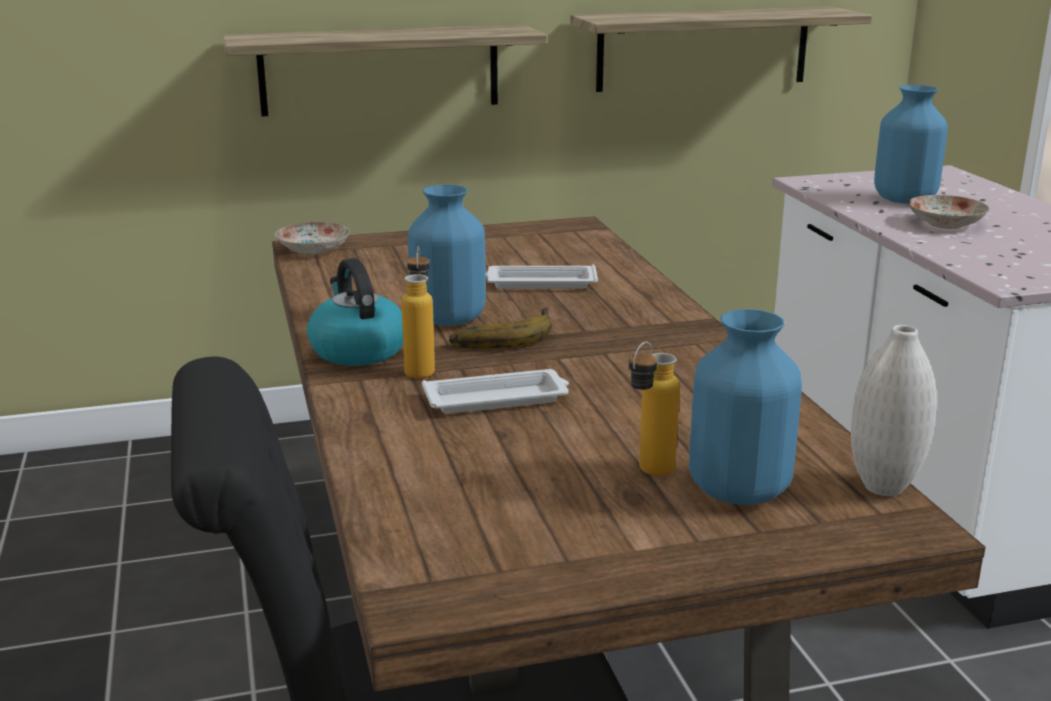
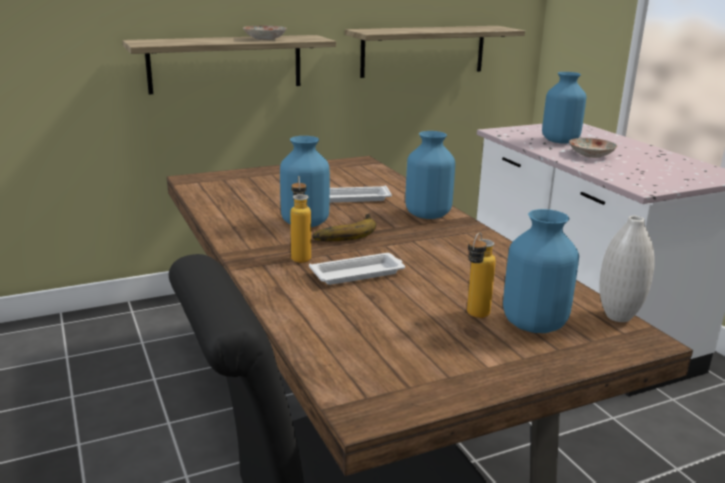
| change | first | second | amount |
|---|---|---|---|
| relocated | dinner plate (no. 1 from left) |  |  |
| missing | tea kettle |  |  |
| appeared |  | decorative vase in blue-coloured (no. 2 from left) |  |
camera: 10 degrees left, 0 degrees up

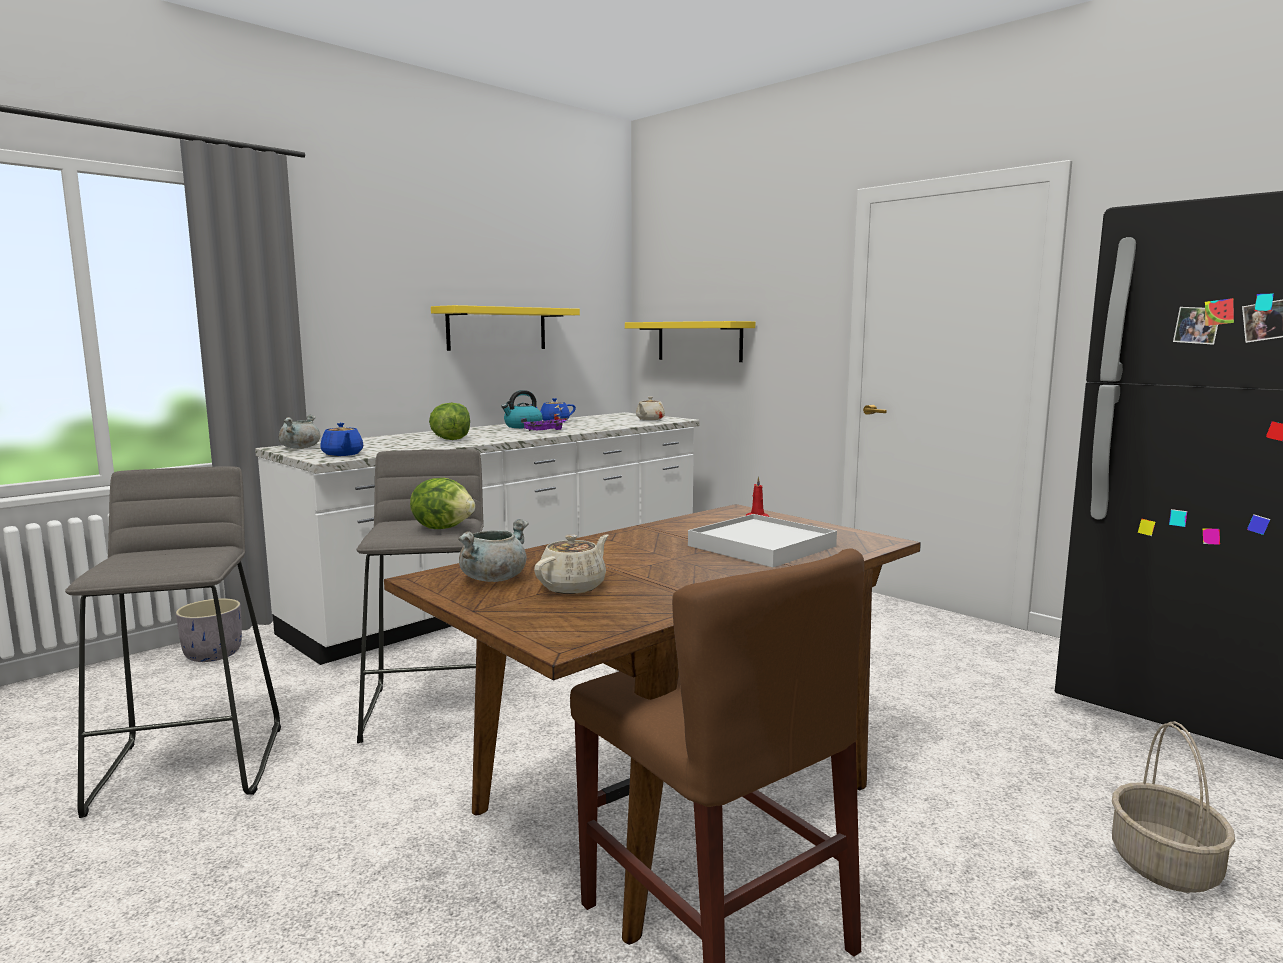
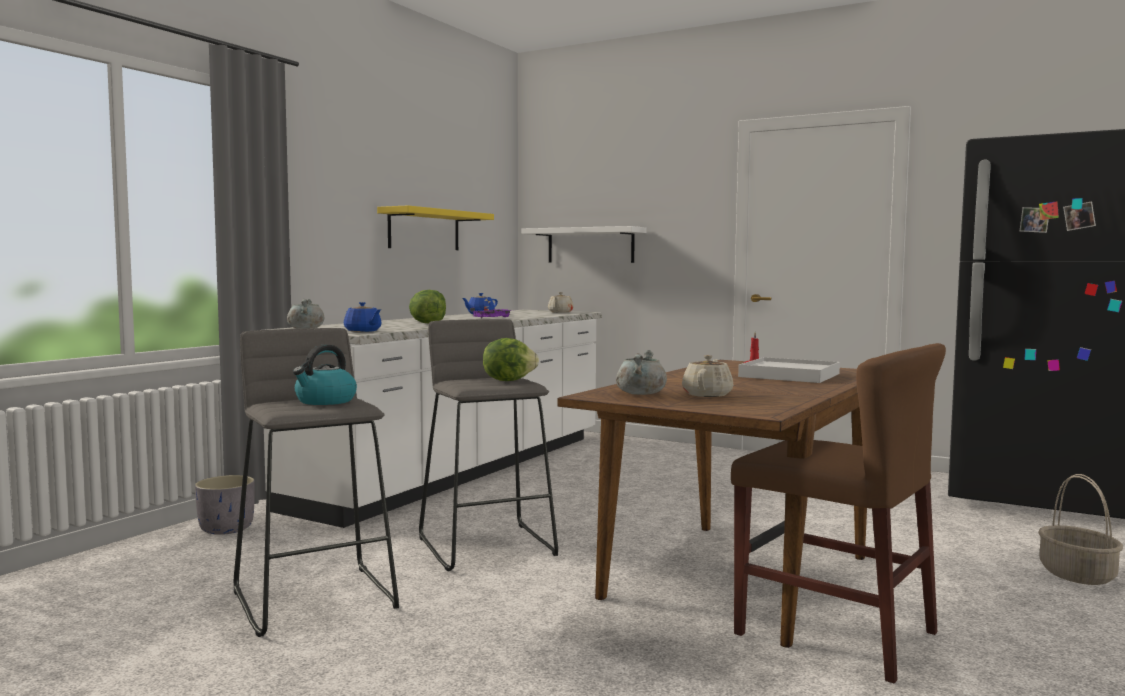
| change | first | second | amount |
|---|---|---|---|
| colour | bracket shelf in yellow (no. 2 from left) | bracket shelf in white |  |
| relocated | tea kettle |  |  |
camera: 15 degrees left, 5 degrees down

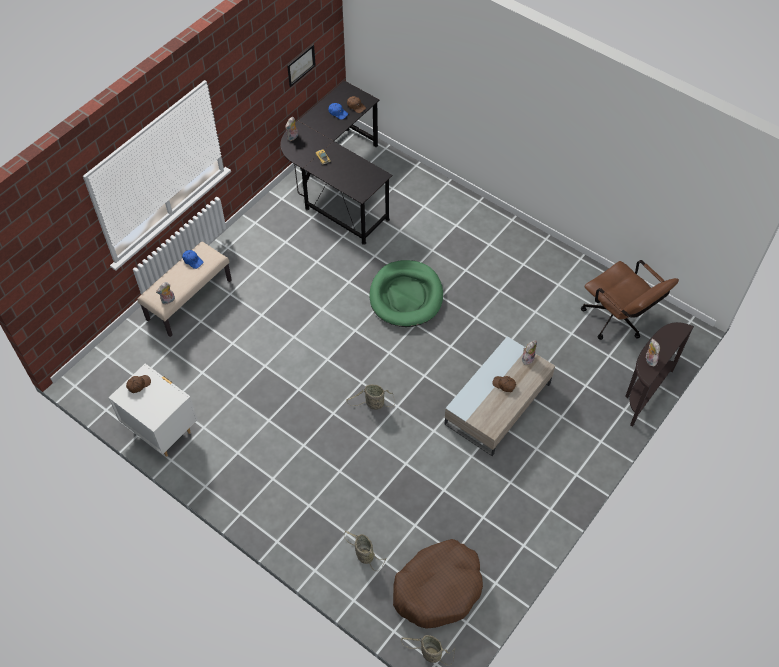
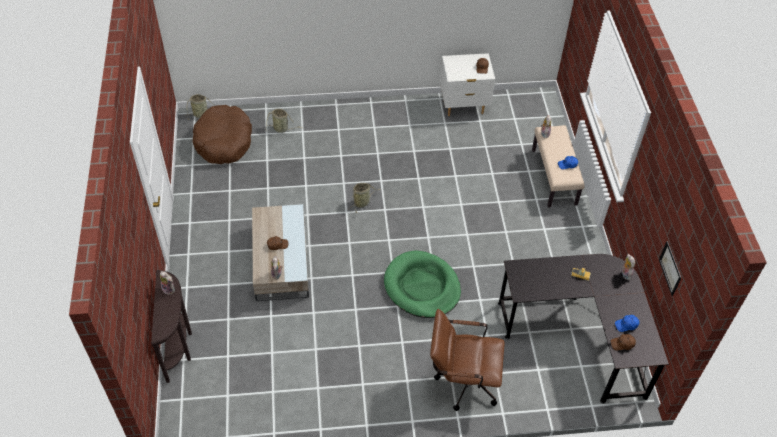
| change | first | second | amount |
|---|---|---|---|
| relocated | computer chair in brown-coloured |  |  |
camera: 135 degrees right, 5 degrees down

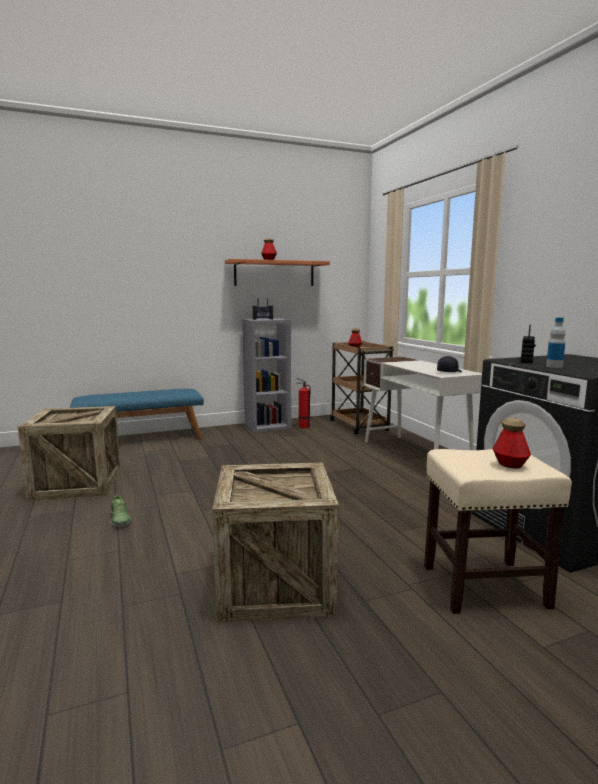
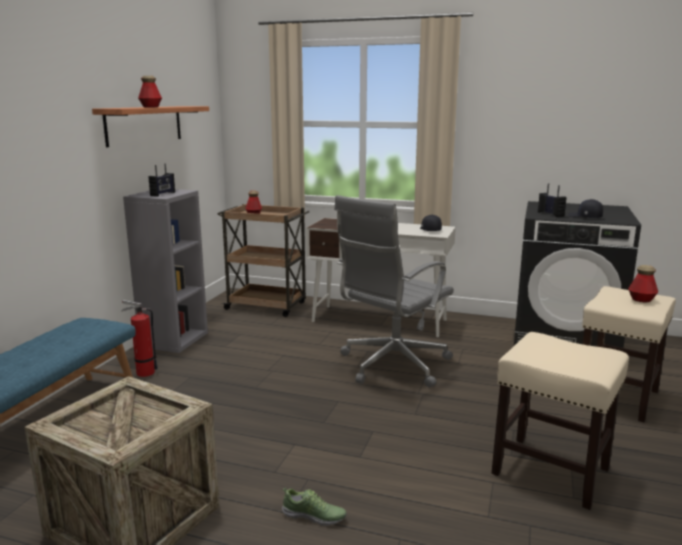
| change | first | second | amount |
|---|---|---|---|
| exchanged | drink bottle (no. 4 from left) | peaked cap in black-coloured (no. 2 from left) |  |
| relocated | fire-fighting cylinder |  |  |
| exchanged | packing crate (no. 2 from left) | stool in beige-coloured (no. 1 from left) |  |
| appeared |  | computer chair in greyish |  |
camera: 50 degrees left, 5 degrees up

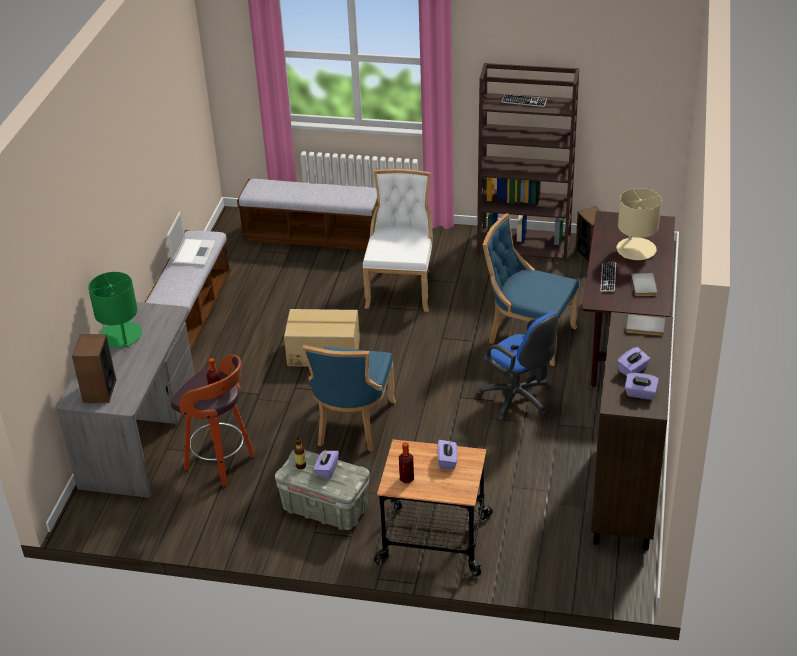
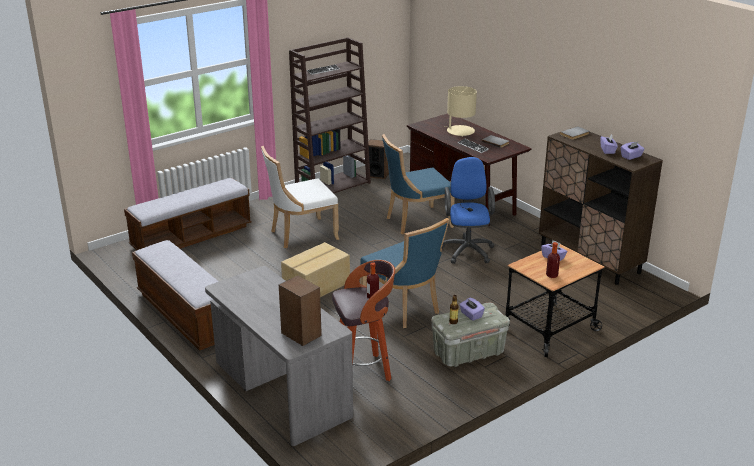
| change | first | second | amount |
|---|---|---|---|
| spun | plain chair in white |  | 75 degrees counterclockwise |
| missing | notebook computer |  |  |
| missing | table lamp in green |  |  |
| spun | computer chair in blue-coloured |  | 90 degrees counterclockwise |
camera: 50 degrees left, 10 degrees down

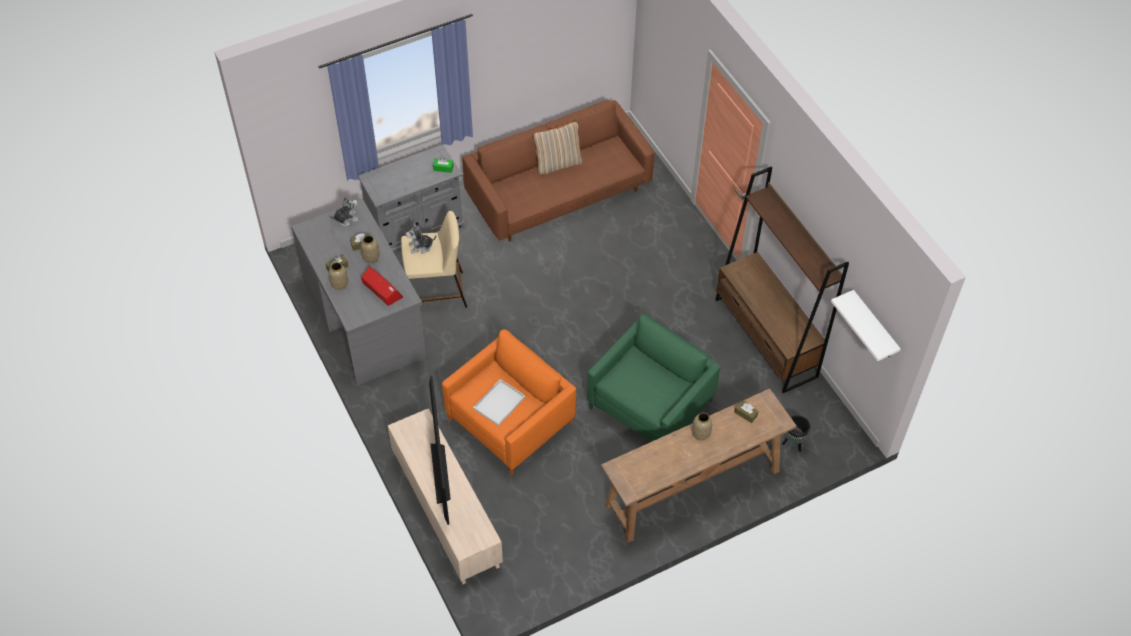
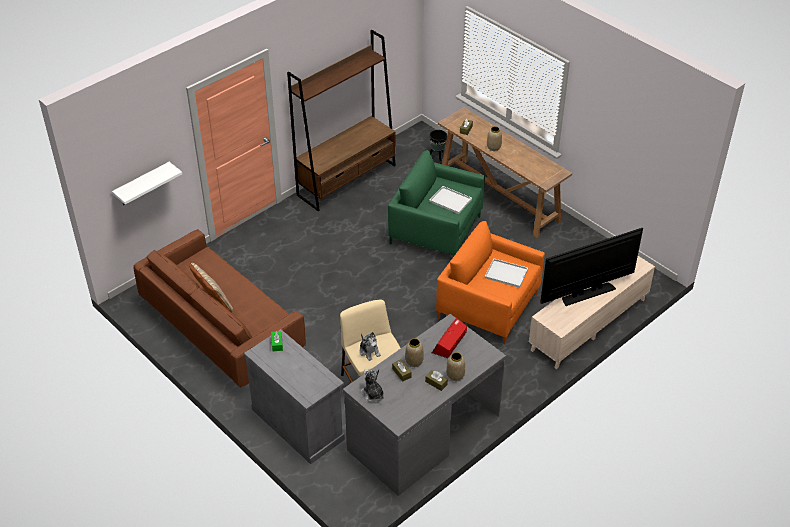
| change | first | second | amount |
|---|---|---|---|
| relocated | bracket shelf in white |  |  |
| appeared |  | carrying tray in white (no. 1 from left) |  |
camera: 105 degrees left, 10 degrees down

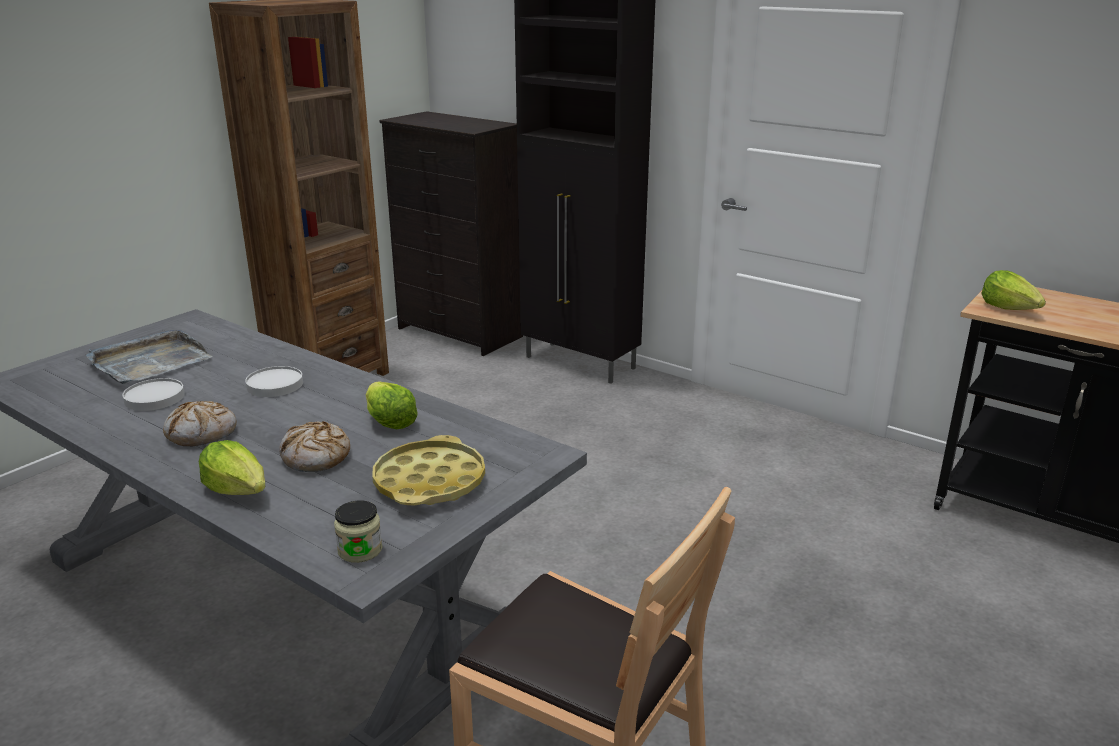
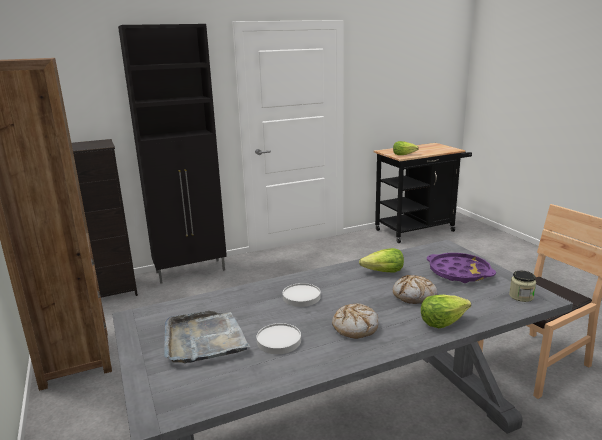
| change | first | second | amount |
|---|---|---|---|
| colour | carrying tray in yellow | carrying tray in purple |  |
camera: 60 degrees left, 5 degrees down

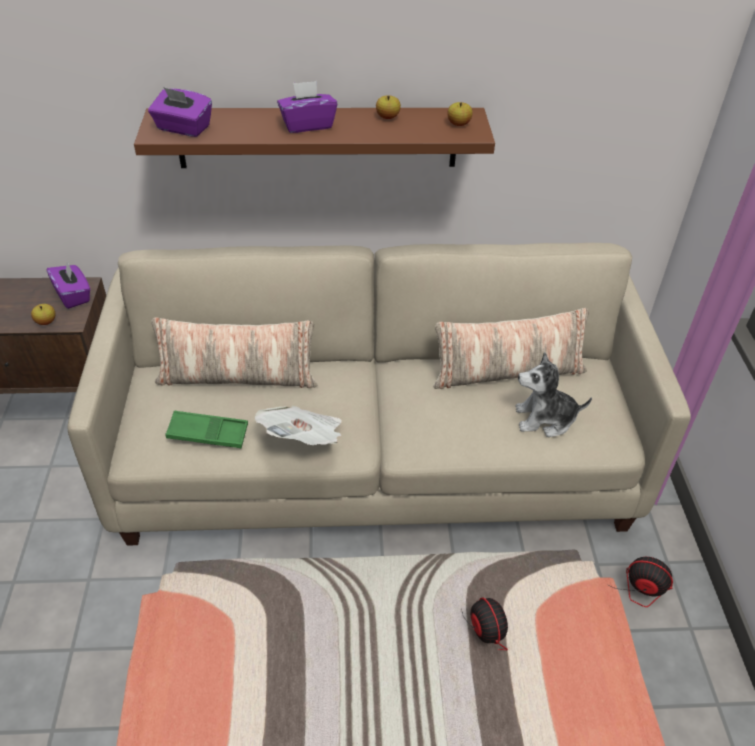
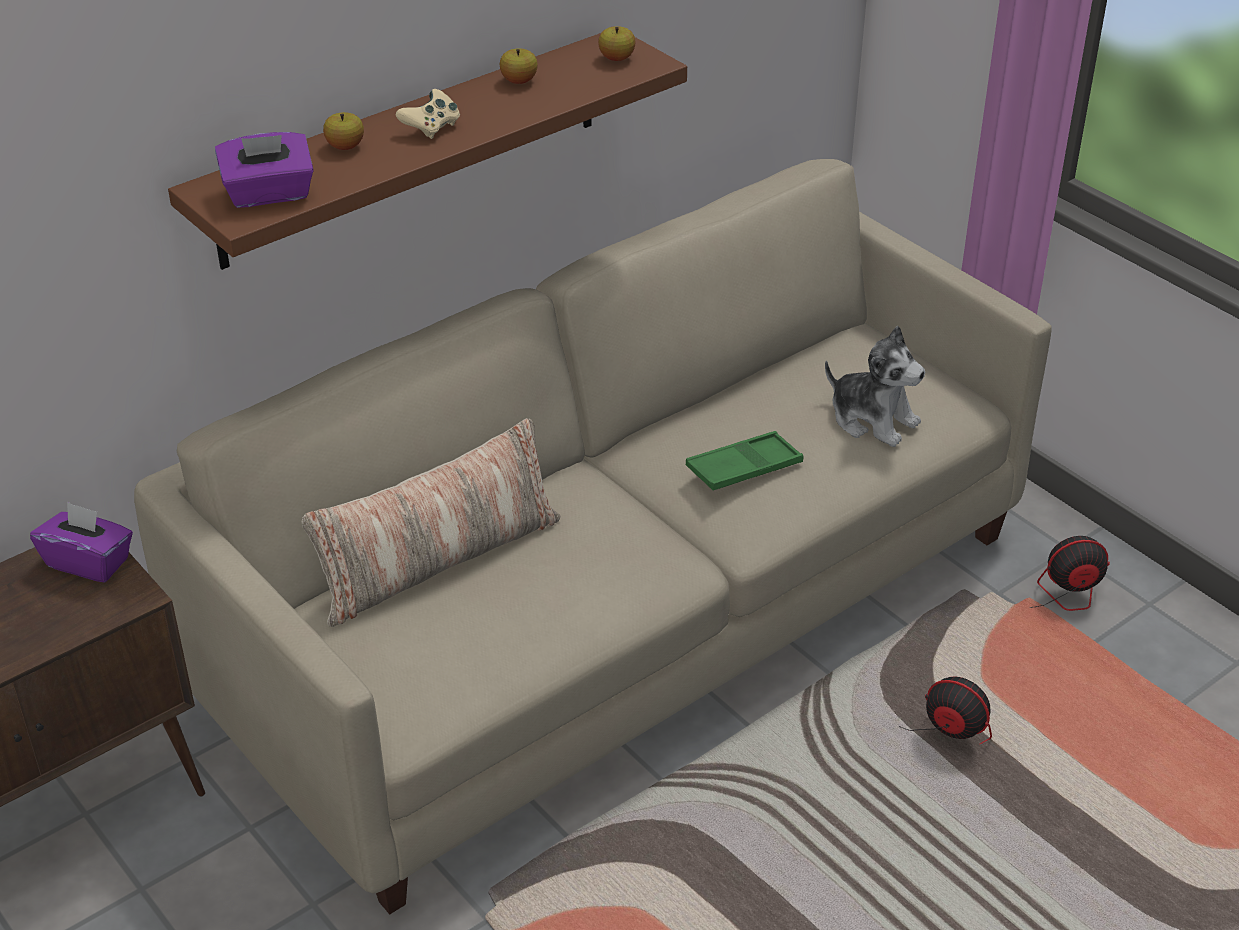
| change | first | second | amount |
|---|---|---|---|
| exchanged | tissue holder in purple (no. 3 from left) | gamepad in beige-coloured |  |
| relocated | apple (no. 1 from left) |  |  |
| missing | cushion (no. 2 from left) |  |  |
| spun | plush toy |  | 105 degrees counterclockwise |
| missing | newspaper |  |  |
| relocated | carrying tray in green |  |  |
camera: 35 degrees left, 5 degrees down

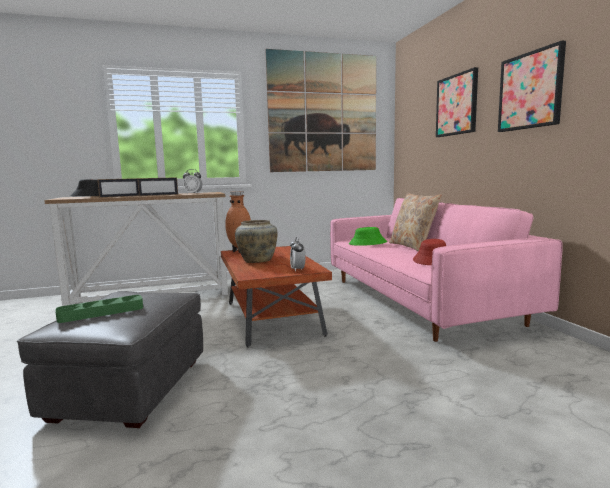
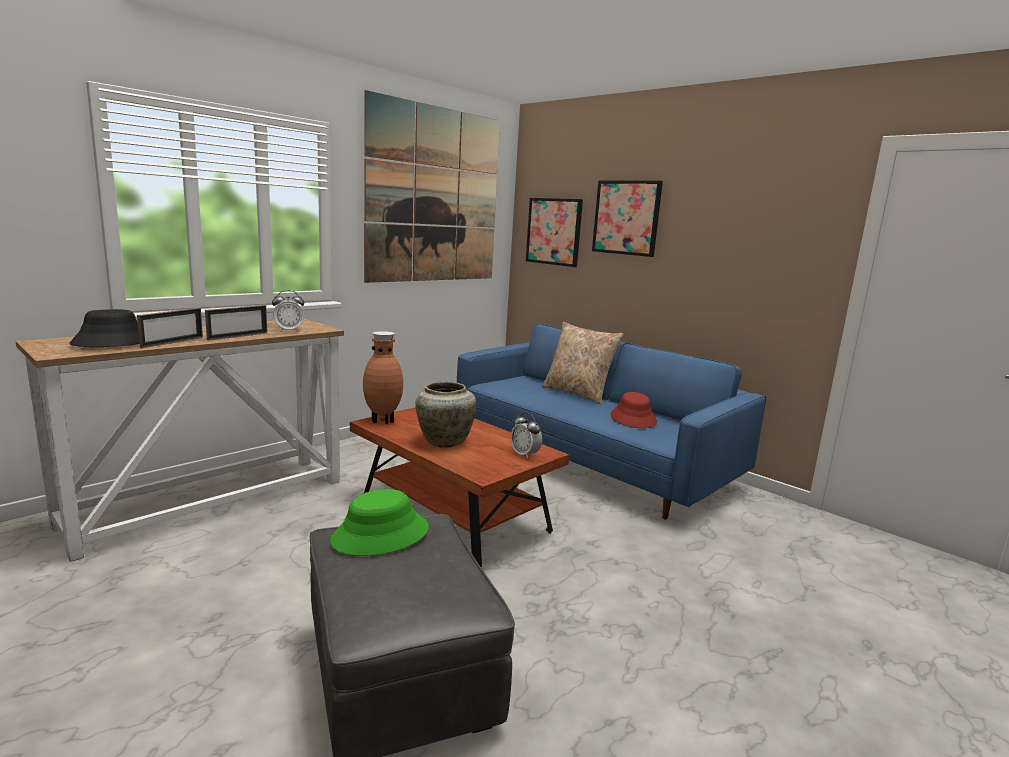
| change | first | second | amount |
|---|---|---|---|
| relocated | wall picture (no. 3 from left in the first image) | wall picture (no. 2 from left) |  |
| colour | couch in pink-coloured | couch in blue-coloured |  |
| relocated | clothing hat in green |  |  |
| missing | carrying tray in green |  |  |
camera: 30 degrees left, 5 degrees up

